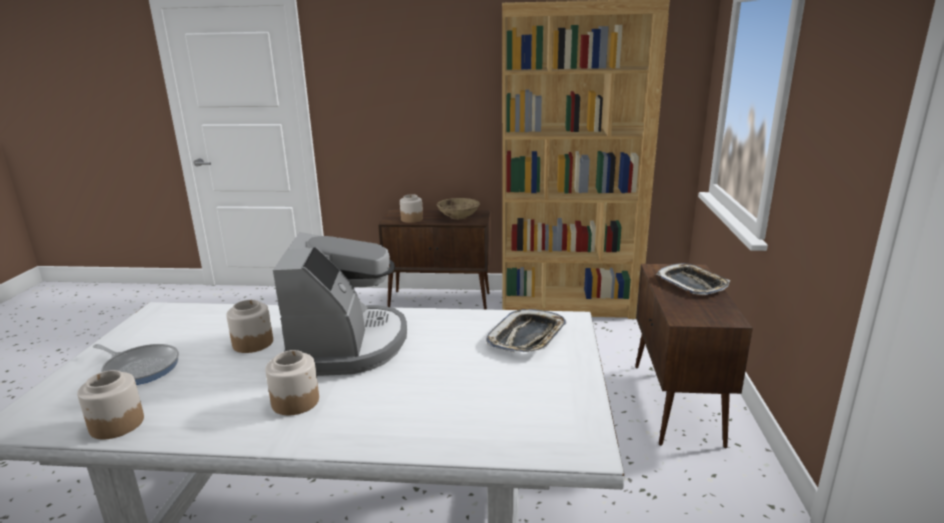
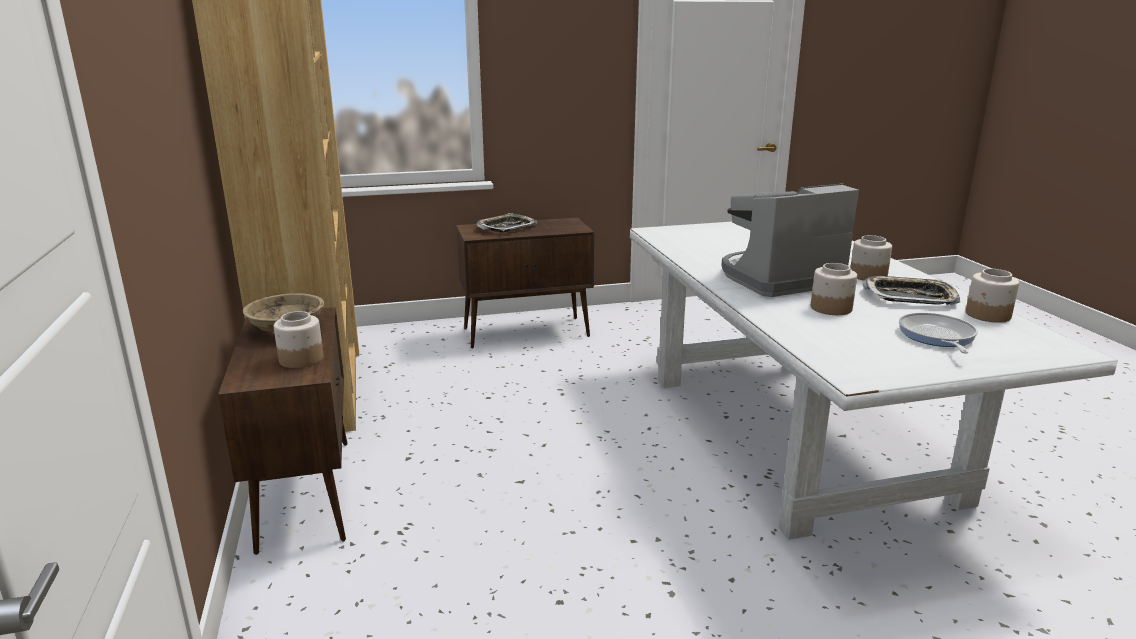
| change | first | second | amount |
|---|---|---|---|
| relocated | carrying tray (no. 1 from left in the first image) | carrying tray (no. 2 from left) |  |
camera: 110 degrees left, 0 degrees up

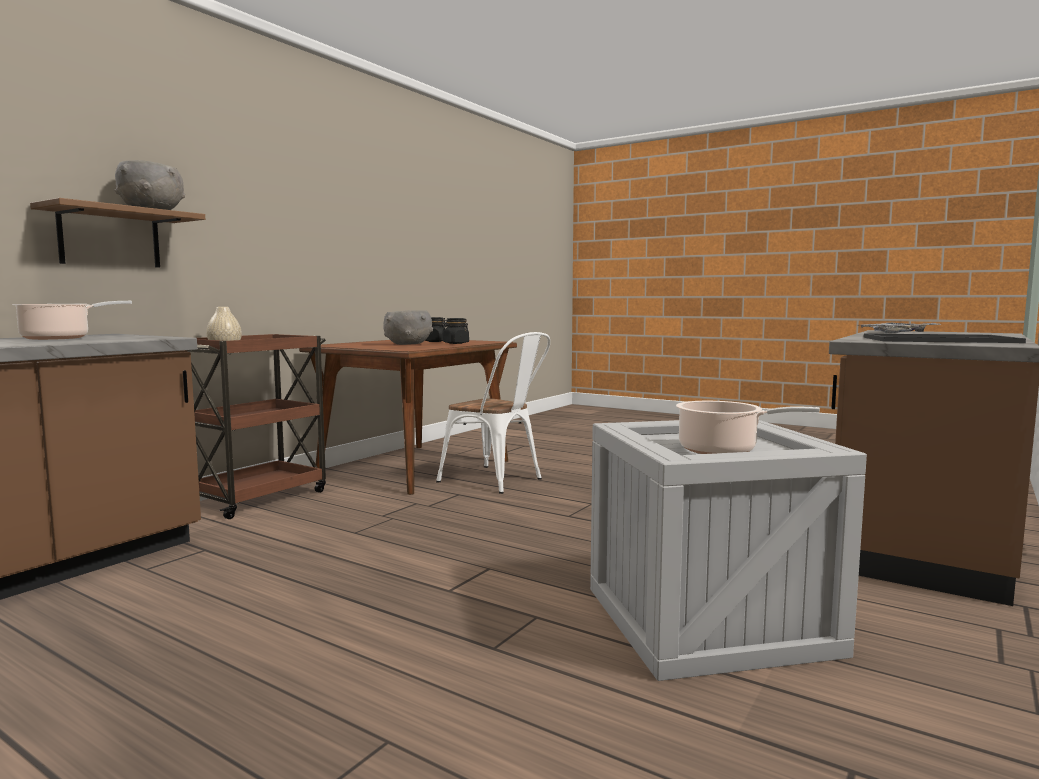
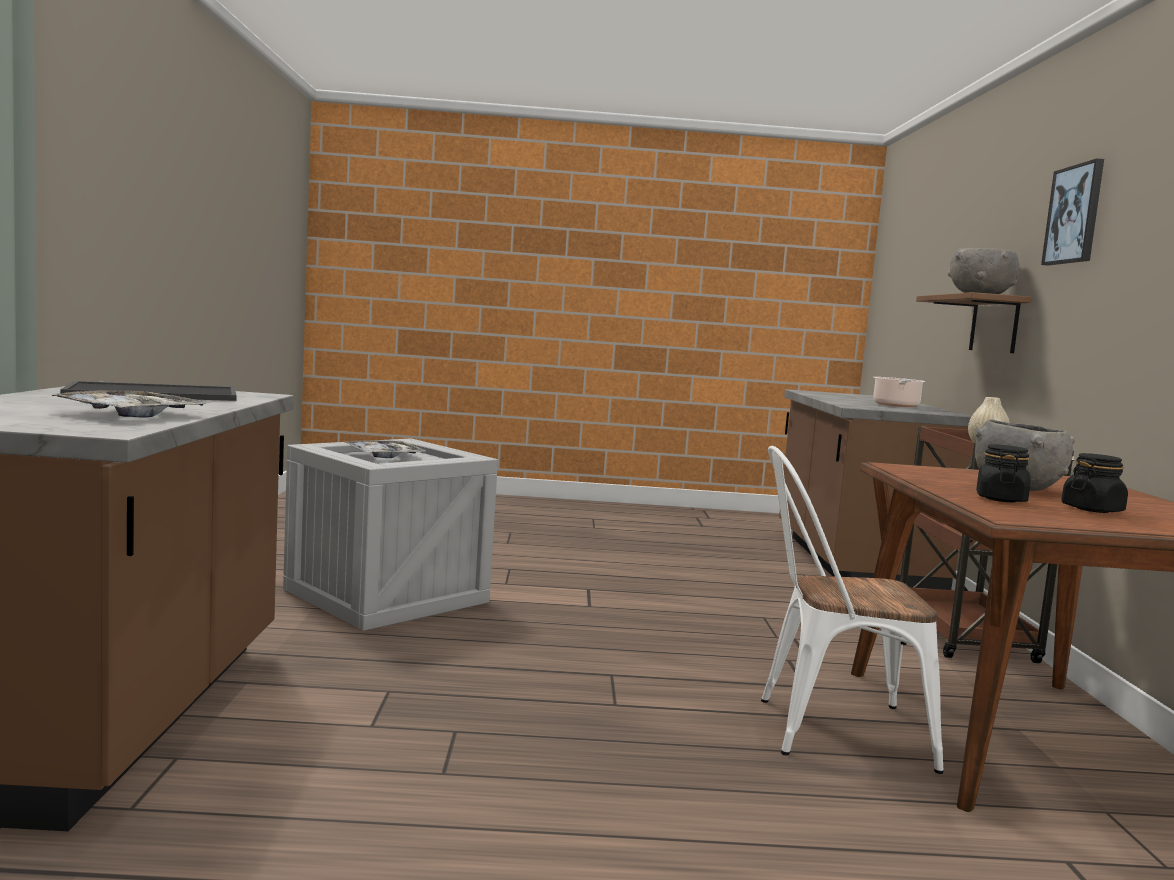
| change | first | second | amount |
|---|---|---|---|
| exchanged | stockpot (no. 2 from left) | carrying tray (no. 3 from left) |  |
| appeared |  | wall picture |  |
camera: 145 degrees right, 0 degrees up

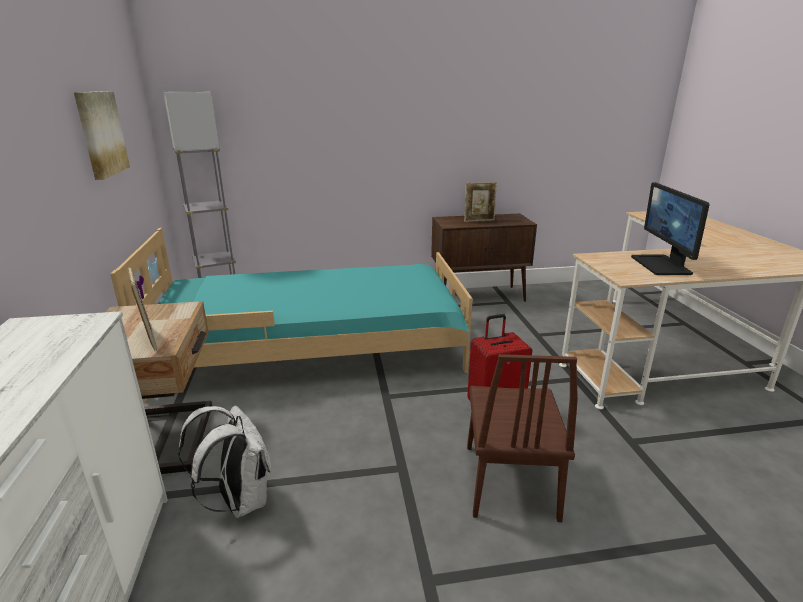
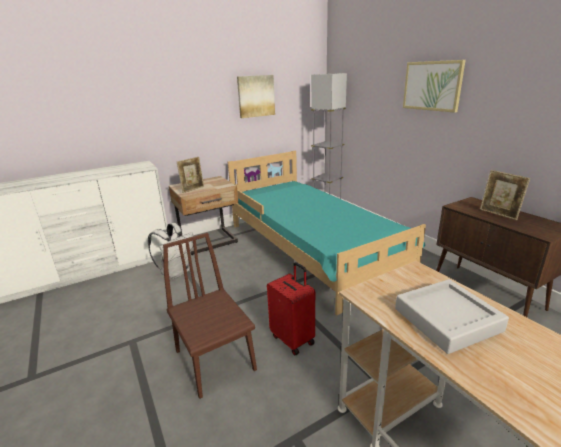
| change | first | second | amount |
|---|---|---|---|
| exchanged | computer screen | carrying tray in greyish |  |
| spun | plain chair in brown-coloured |  | 75 degrees clockwise |
| appeared |  | wall picture (no. 2 from left) |  |
camera: 70 degrees right, 0 degrees up

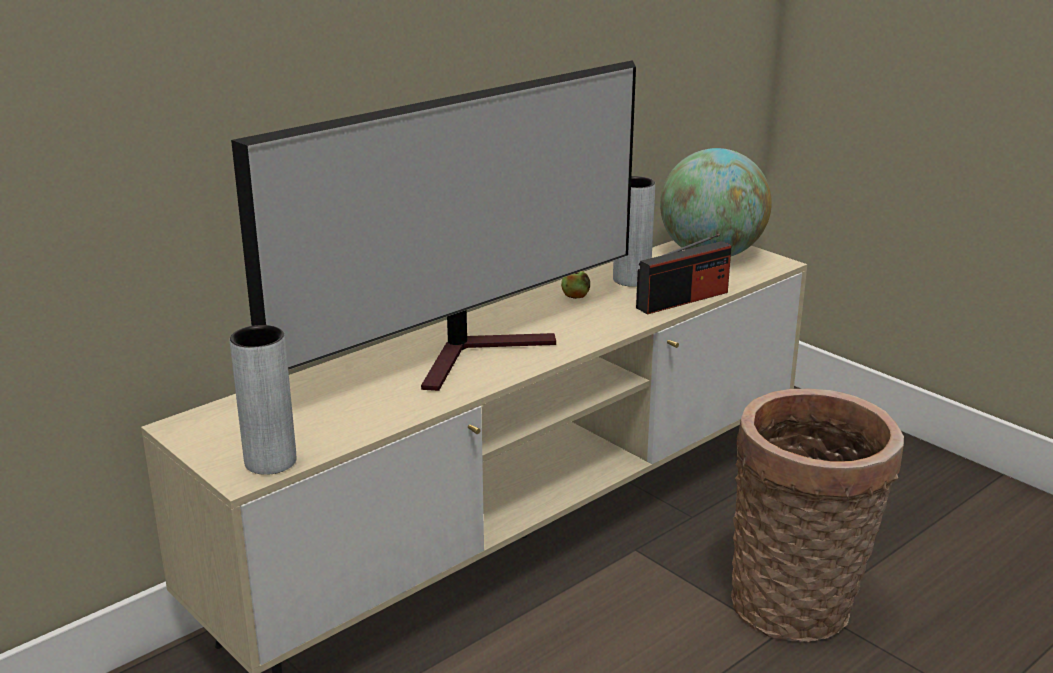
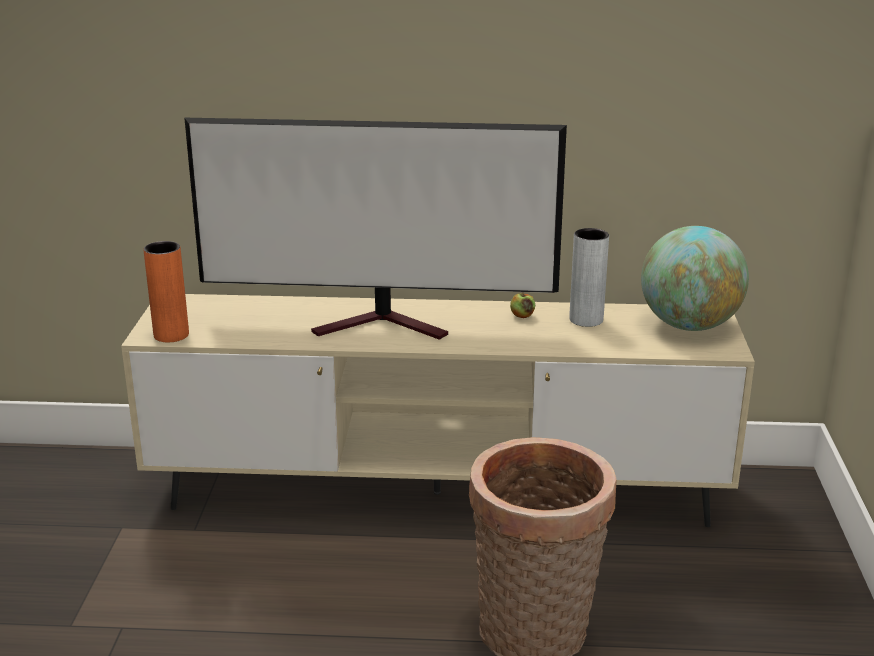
| change | first | second | amount |
|---|---|---|---|
| missing | radio receiver |  |  |
| colour | decorative vase in greyish (no. 1 from left) | decorative vase in orange-coloured |  |
camera: 45 degrees right, 0 degrees up

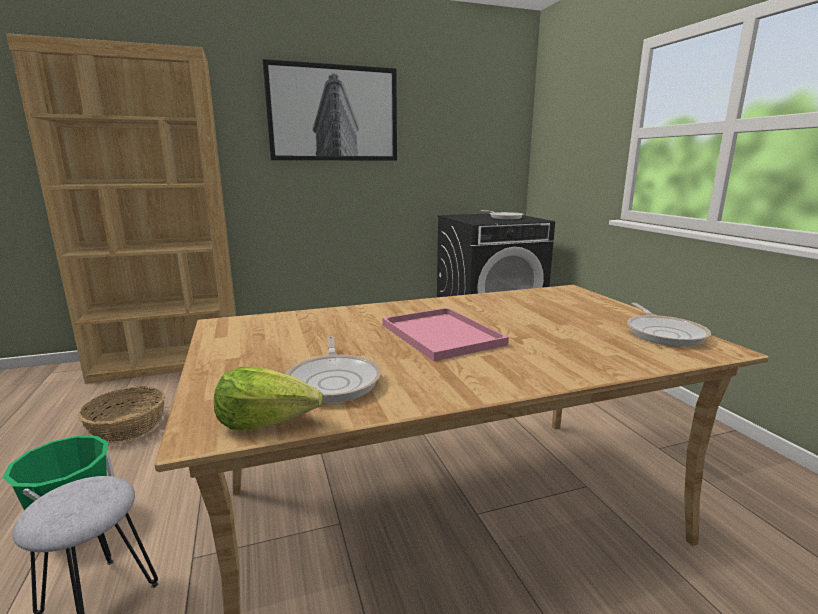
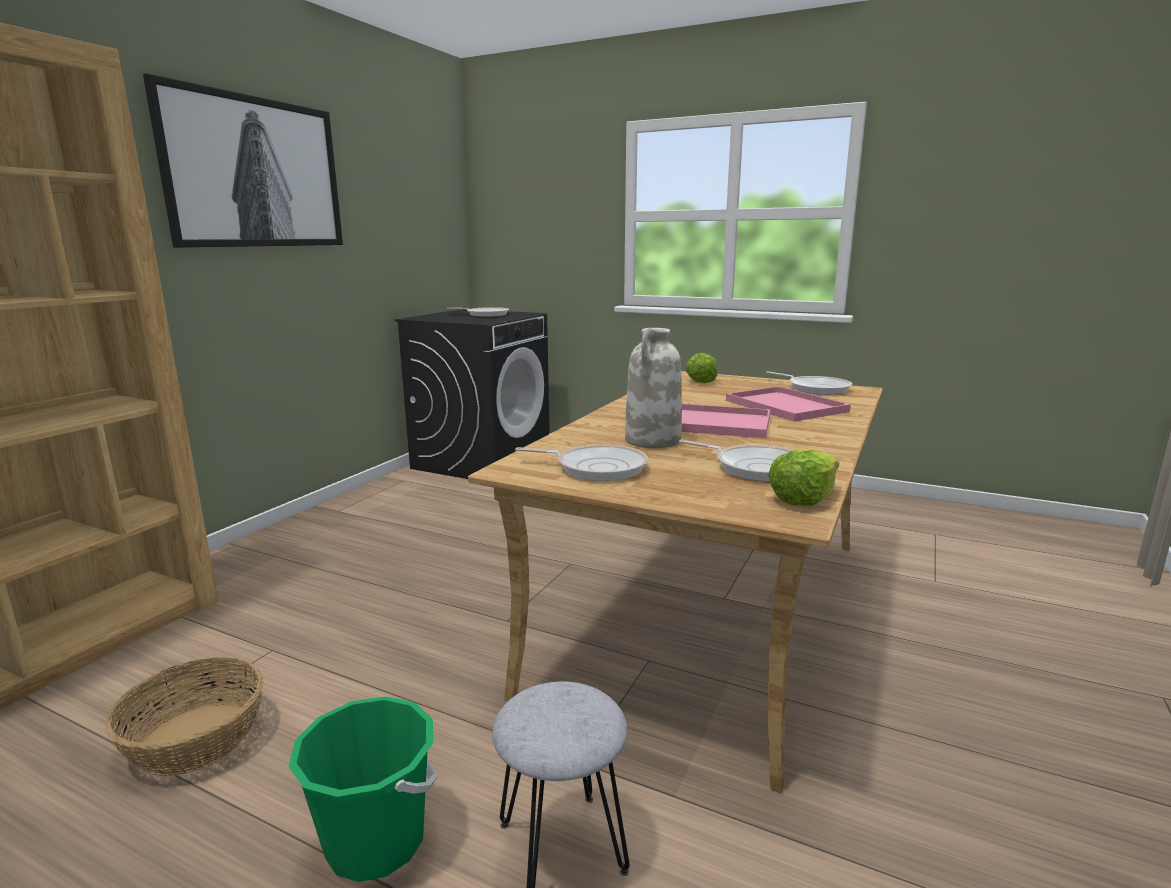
| change | first | second | amount |
|---|---|---|---|
| appeared |  | decorative vase in white |  |
| appeared |  | head of lettuce (no. 1 from left) |  |
| appeared |  | carrying tray in pink-coloured (no. 2 from left) |  |
| appeared |  | skillet (no. 2 from left) |  |
camera: 45 degrees left, 0 degrees up

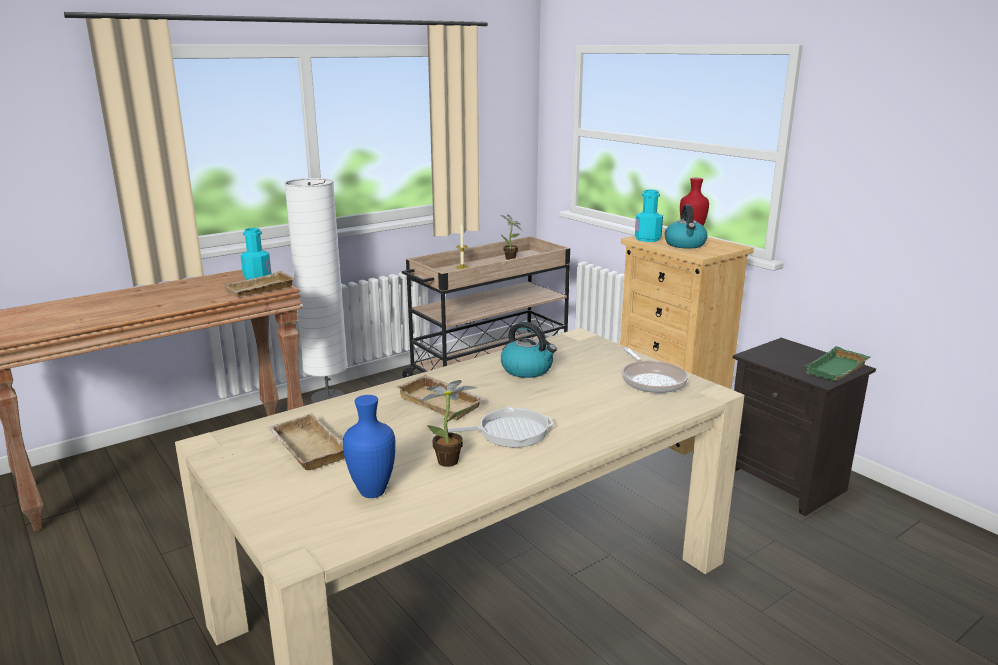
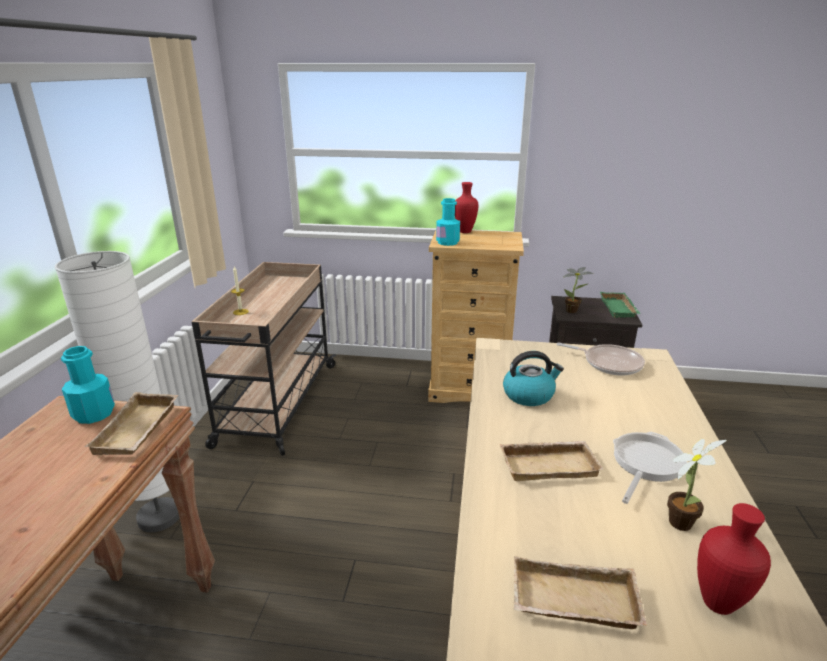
| change | first | second | amount |
|---|---|---|---|
| missing | tea kettle (no. 2 from left) |  |  |
| relocated | houseplant (no. 2 from left in the first image) | houseplant (no. 1 from left) |  |
| colour | decorative vase in blue-coloured | decorative vase in red (no. 2 from left) |  |
camera: 45 degrees left, 5 degrees up

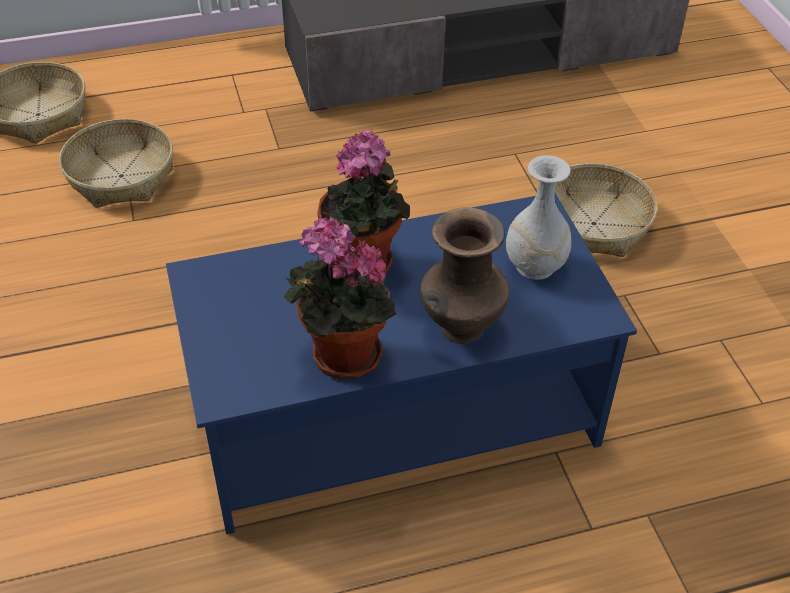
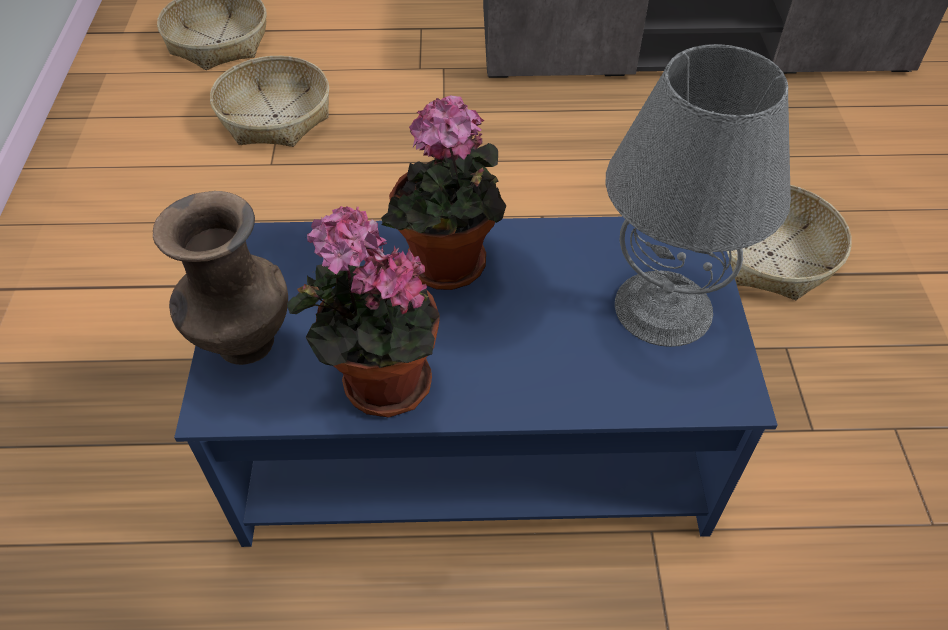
| change | first | second | amount |
|---|---|---|---|
| exchanged | decorative vase in white | table lamp in greyish |  |
| relocated | decorative vase in brown-coloured |  |  |
camera: 15 degrees right, 5 degrees up

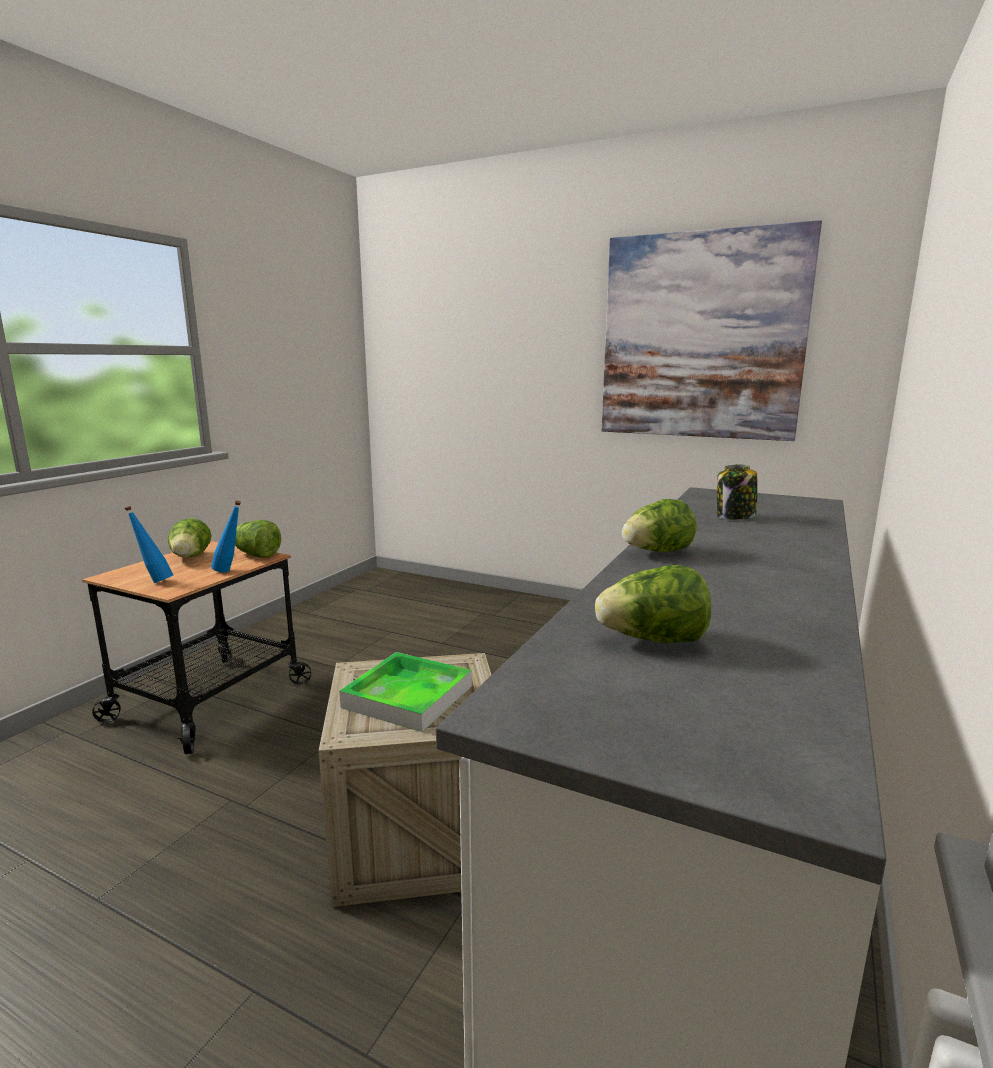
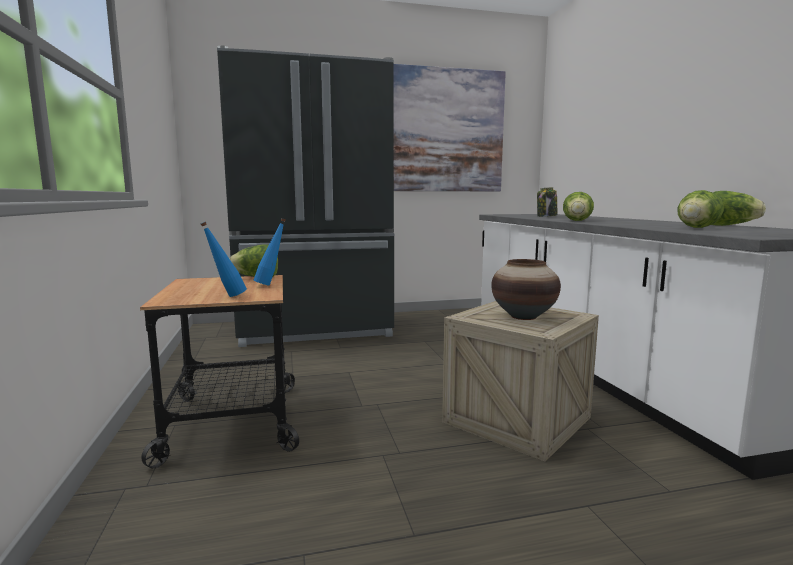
| change | first | second | amount |
|---|---|---|---|
| relocated | head of lettuce (no. 1 from left in the first image) | head of lettuce (no. 4 from left) |  |
| exchanged | carrying tray | decorative vase |  |
| appeared |  | refrigerator in black-coloured |  |
camera: 40 degrees left, 5 degrees down

